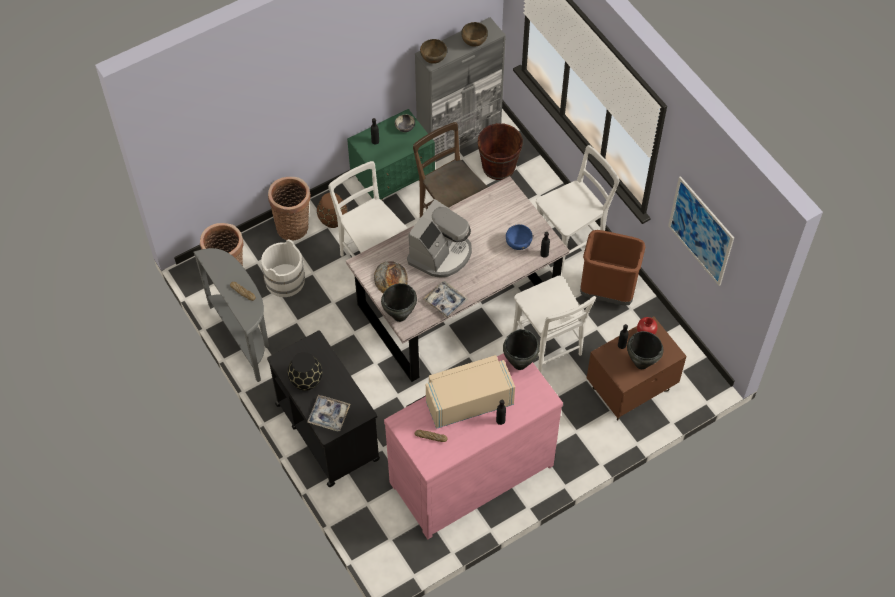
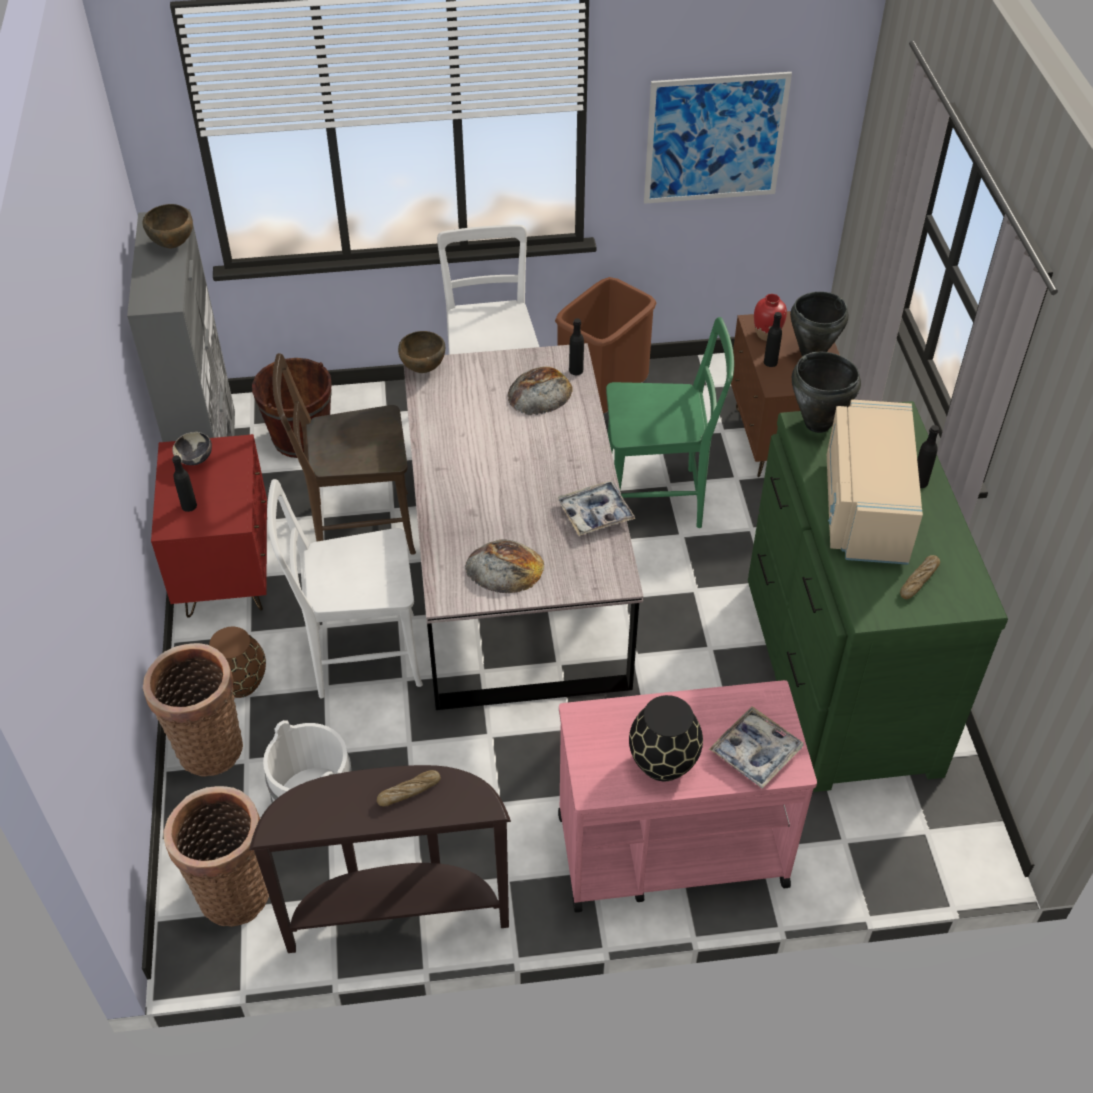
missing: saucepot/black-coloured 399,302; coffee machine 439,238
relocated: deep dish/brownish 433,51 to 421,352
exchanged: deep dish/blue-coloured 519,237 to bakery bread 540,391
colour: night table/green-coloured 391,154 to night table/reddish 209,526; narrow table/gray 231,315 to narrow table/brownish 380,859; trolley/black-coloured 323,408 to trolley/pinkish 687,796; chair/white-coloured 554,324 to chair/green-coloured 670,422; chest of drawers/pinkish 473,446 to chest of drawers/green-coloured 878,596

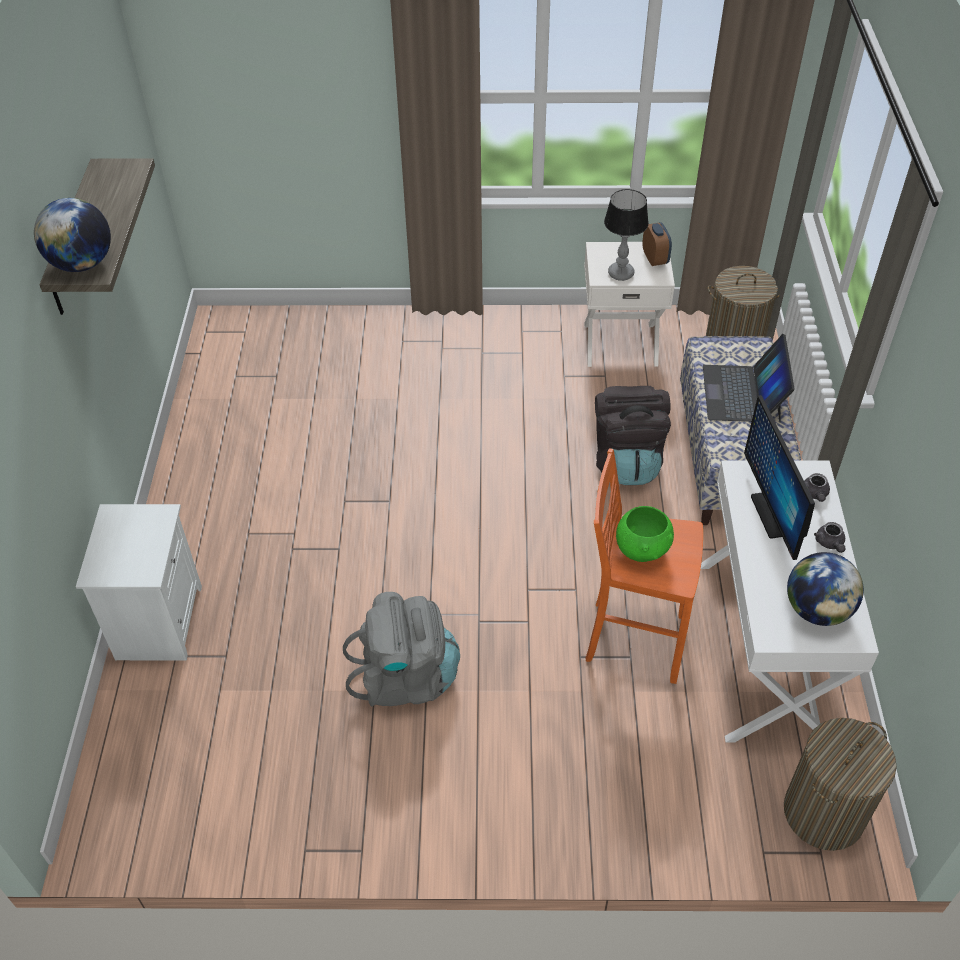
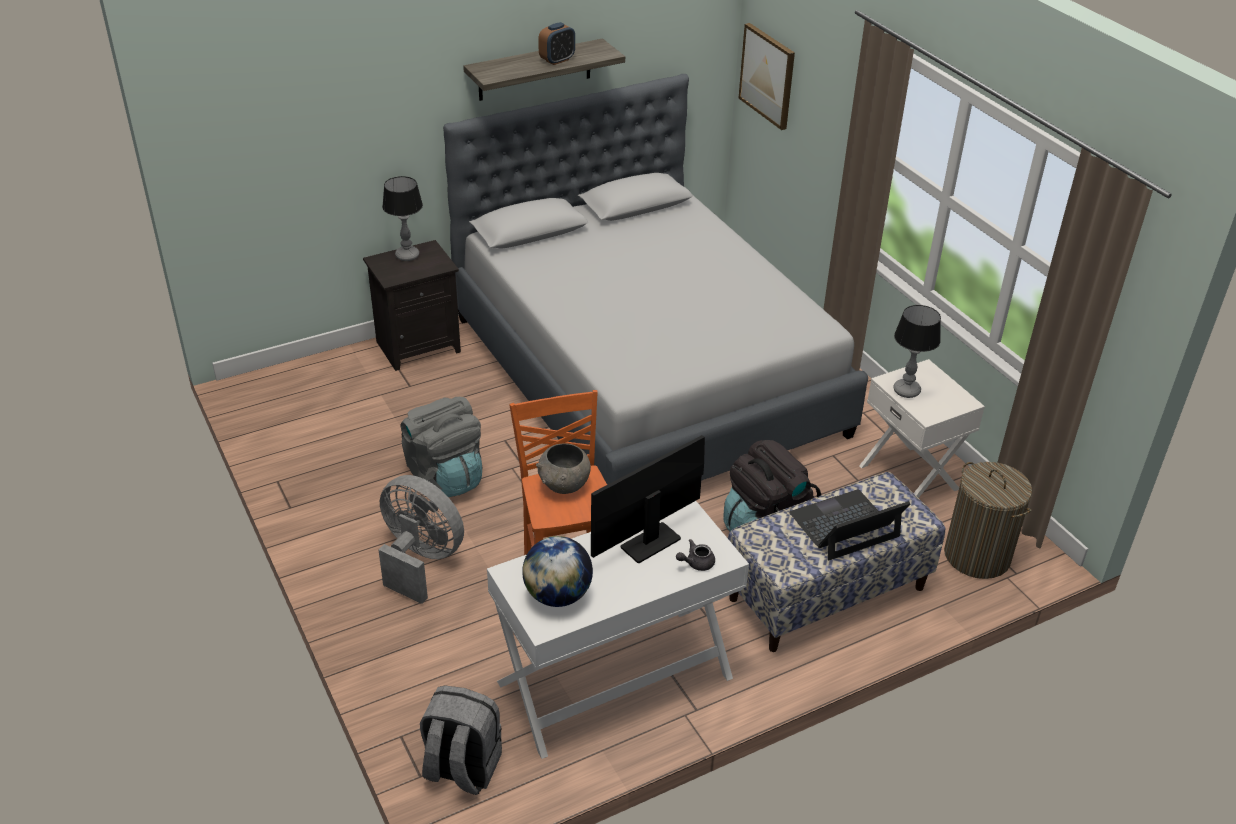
missing: globe 72,235; teapot/gray 830,537
appeared: electric fan/gray 421,539; lamp for a table 402,218; bed/gray 655,279; wall picture 767,76
relocated: bedside clock 657,244 to 556,43
exchanged: hamper 840,784 to backpack/gray 461,740
colour: night table/white-coloured 139,582 to night table/black-coloured 412,305; deep dish/green-coloured 645,534 to deep dish/gray 563,468

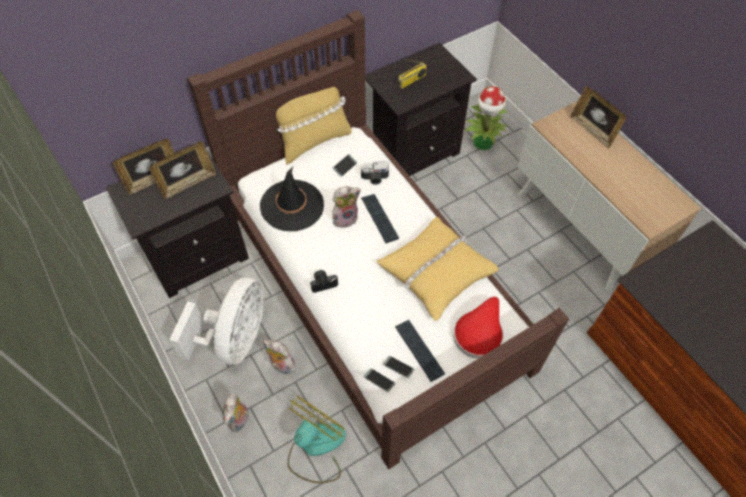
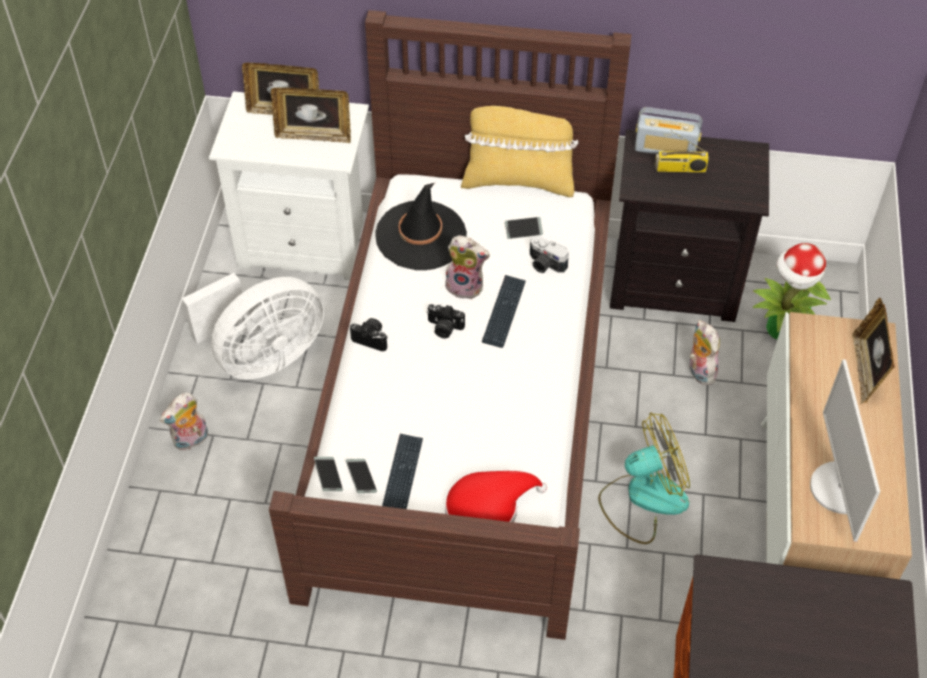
missing: pillow/yellow 438,269
appeared: still camera 446,321; radio 668,130; computer screen 845,450
relocated: electric fan 317,439 to 644,478; cuddly toy 279,356 to 704,352
colour: night table/black-coloured 177,223 to night table/white-coloured 289,185

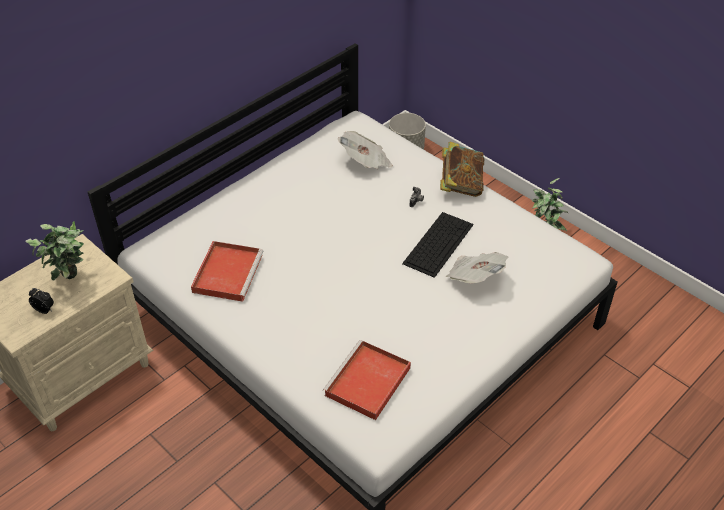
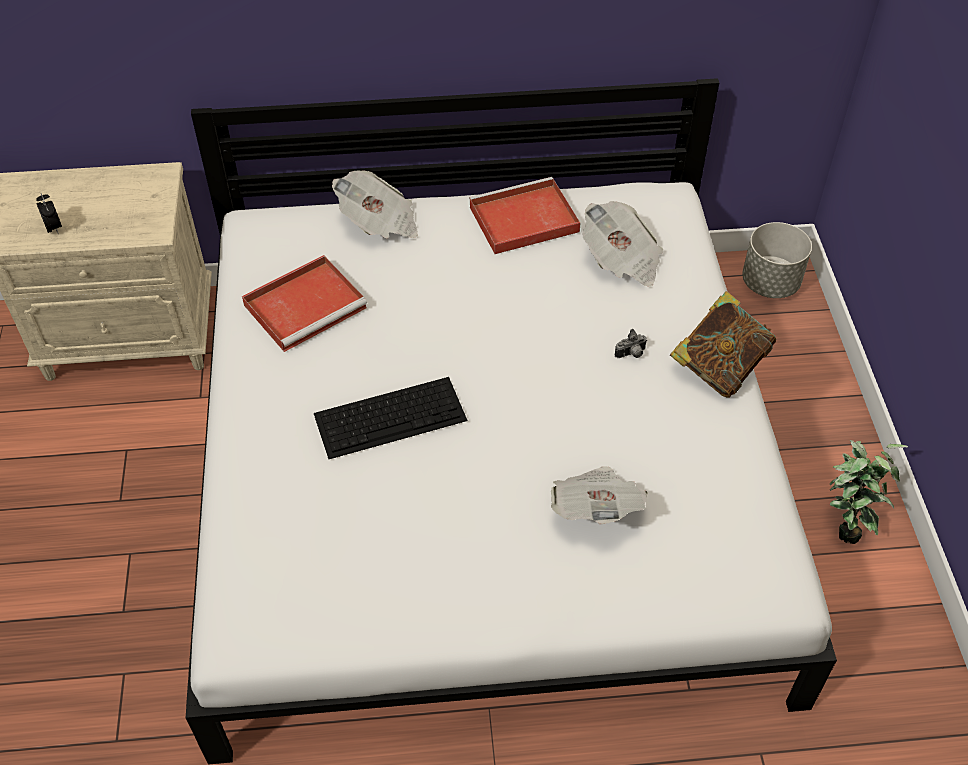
missing: houseplant 55,250
appeared: newspaper 375,204
relocated: computer keyboard 438,245 to 390,418; serving tray/reddish 367,380 to 524,215

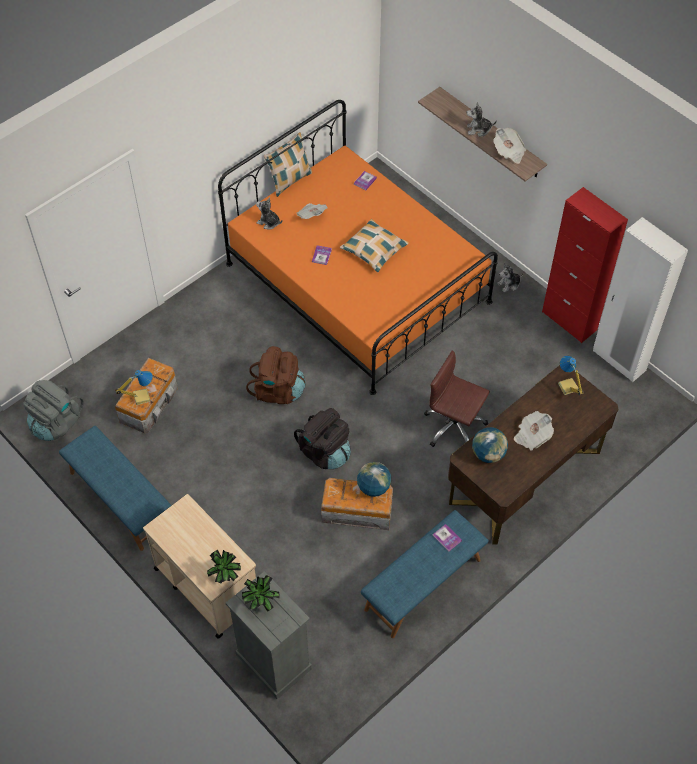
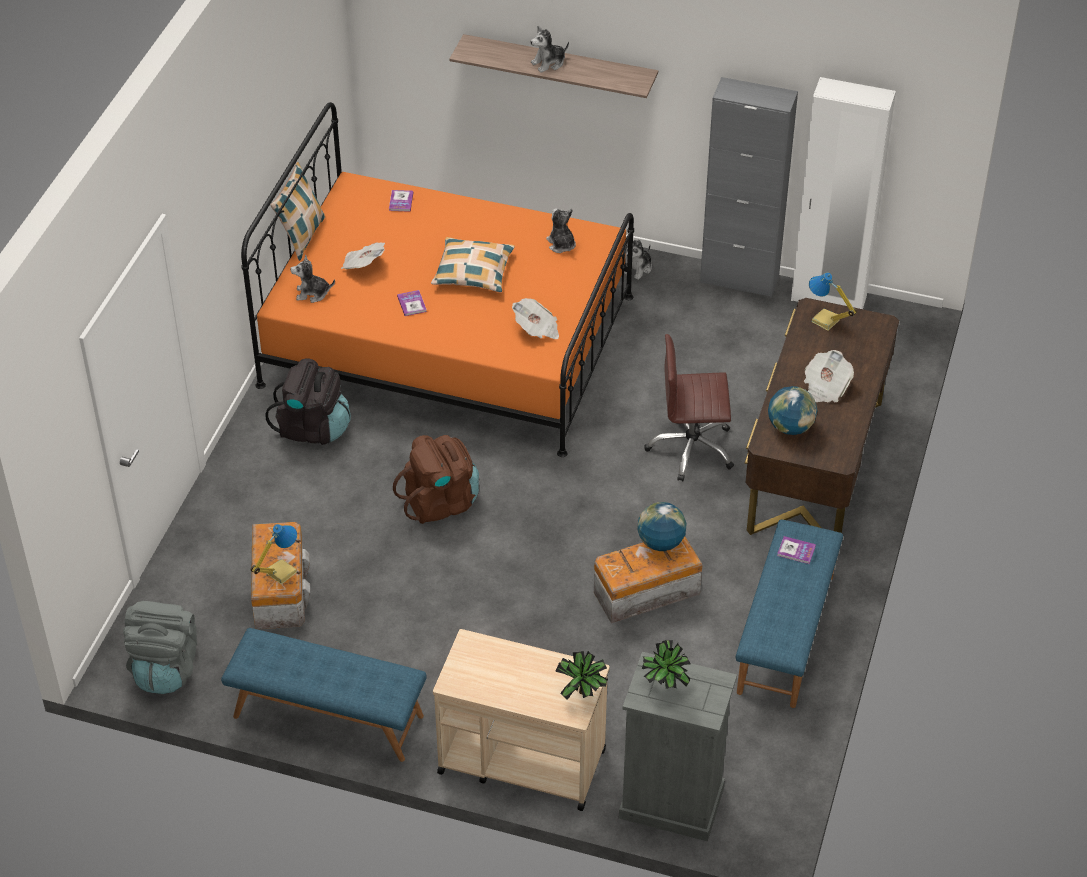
appeared: cuddly toy 561,230
relocated: backpack/black-coloured 322,438 to 308,401; newspaper 510,146 to 535,318
colour: cabinet/reddish 585,265 to cabinet/gray 749,187

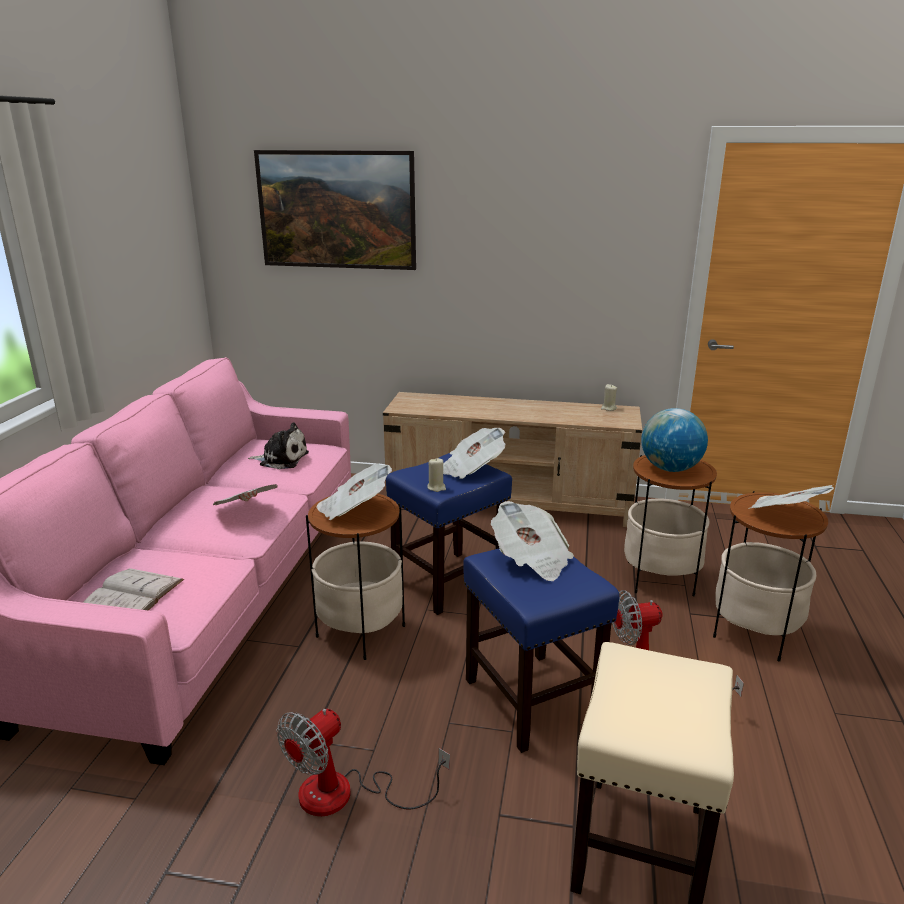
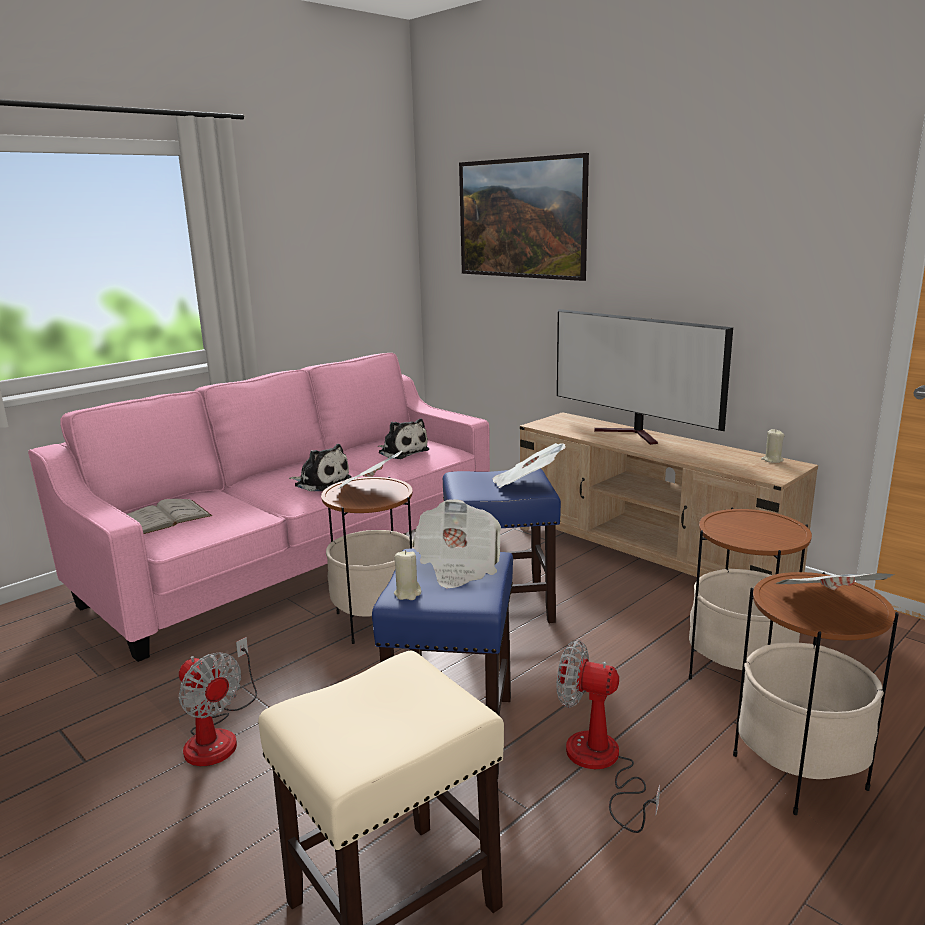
missing: globe 674,440
appeared: TV set 645,377
relocated: wax light/sand-coloured 436,475 to 407,575
exchanged: newspaper 245,494 to cuddly toy 320,467
spun: electric fan 363,762 = 218,701 120 degrees counterclockwise

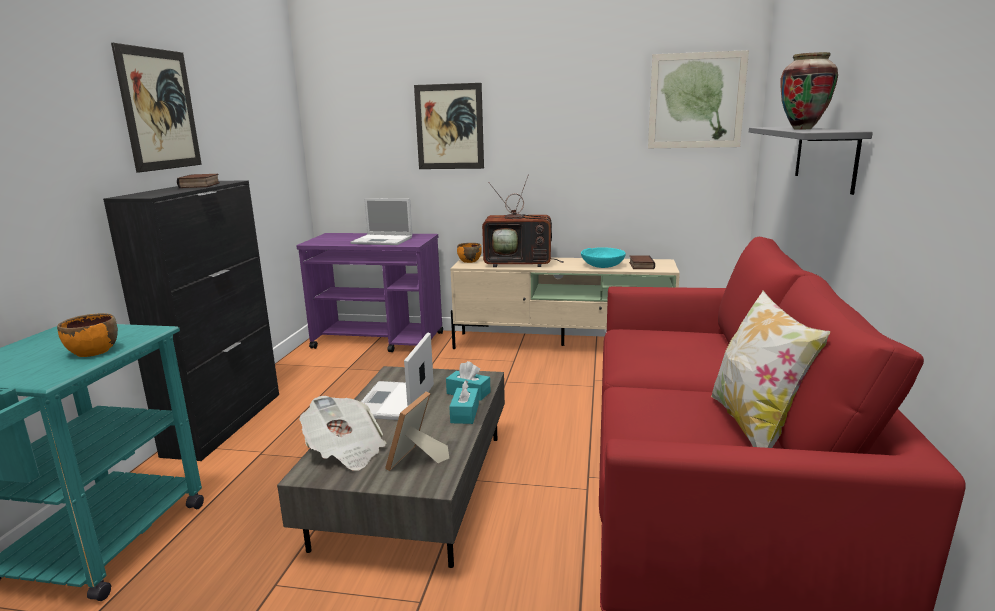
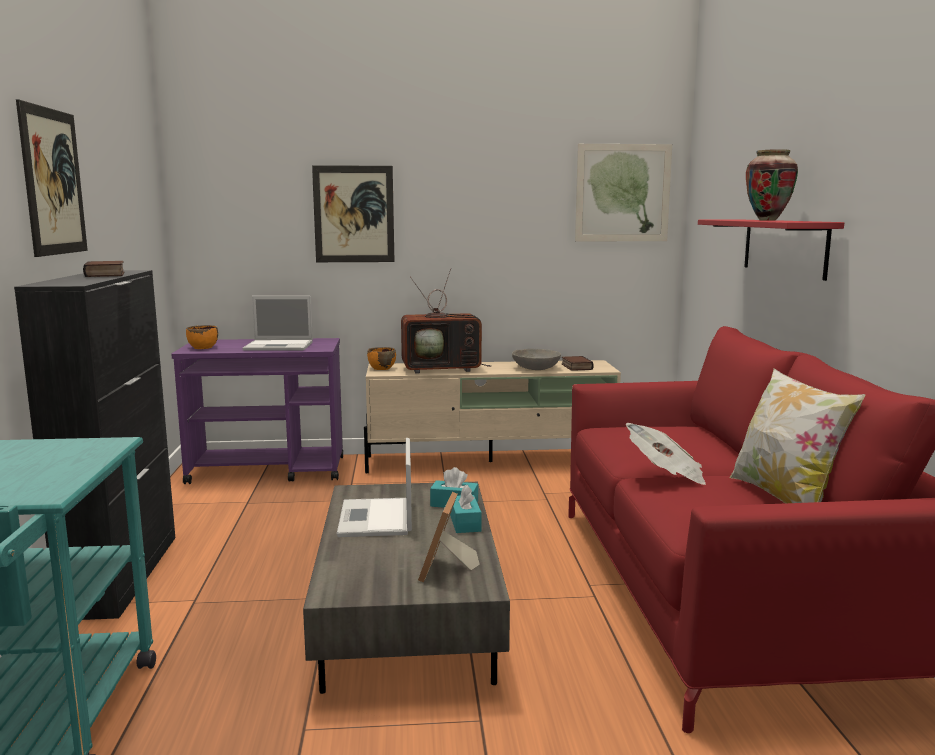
relocated: deep dish/orange-coloured 87,335 to 202,337; newspaper 343,433 to 666,454
colour: deep dish/blue-green 603,257 to deep dish/gray 536,359; wall shelf/gray 811,161 to wall shelf/reddish 771,250

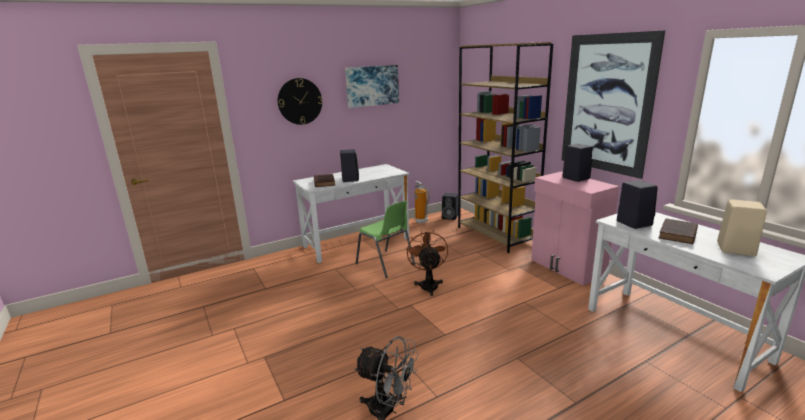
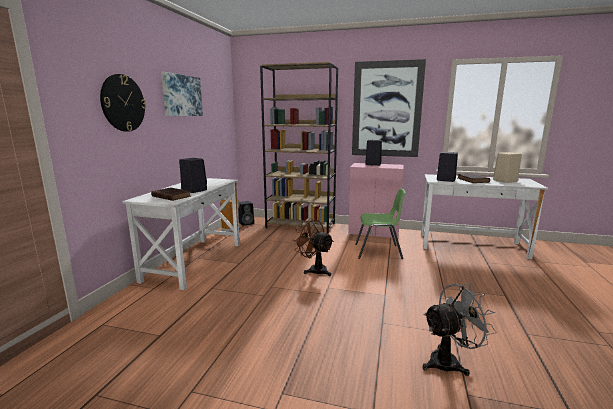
relocated: chair/green-coloured 385,239 to 380,224

